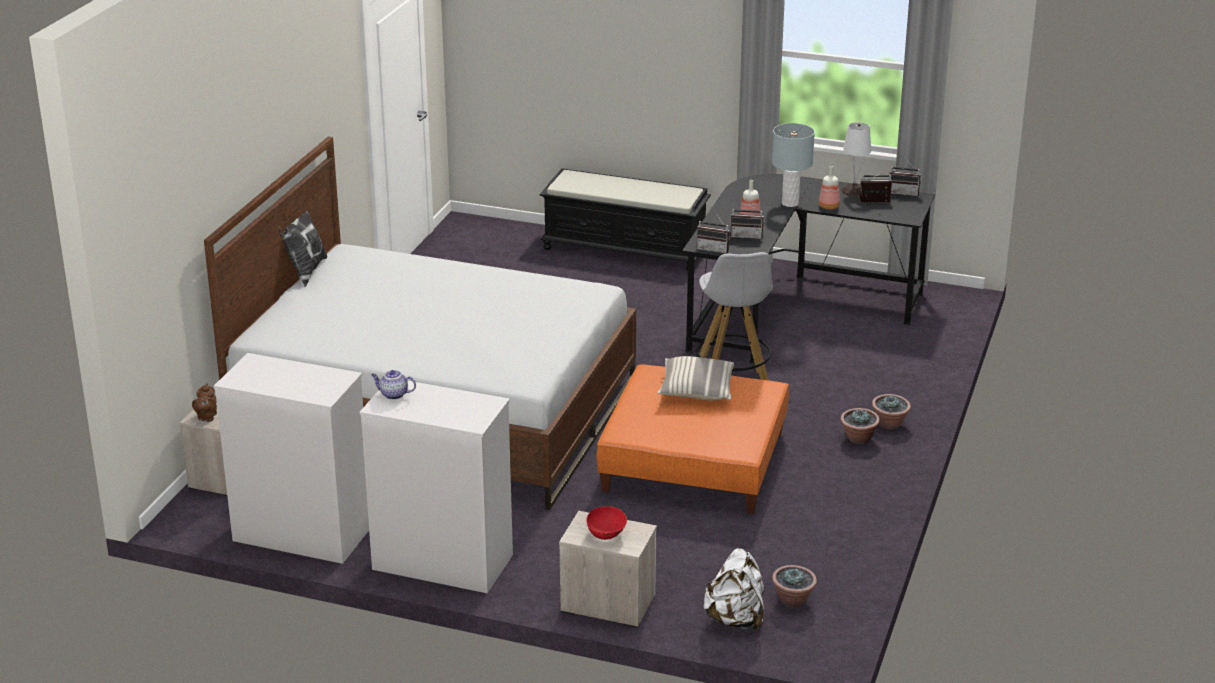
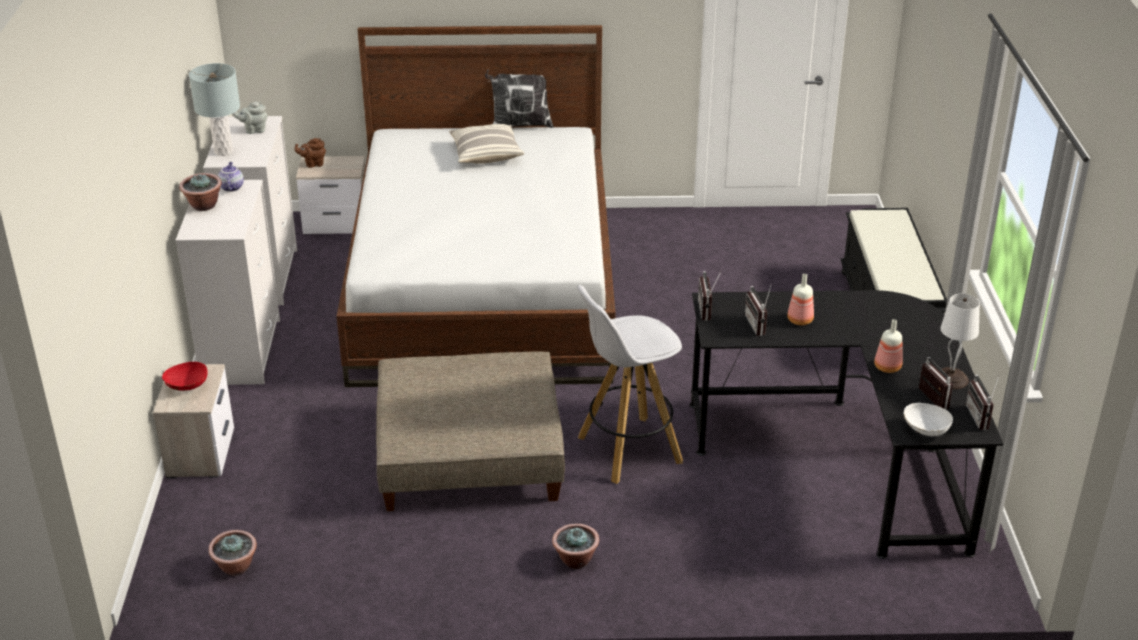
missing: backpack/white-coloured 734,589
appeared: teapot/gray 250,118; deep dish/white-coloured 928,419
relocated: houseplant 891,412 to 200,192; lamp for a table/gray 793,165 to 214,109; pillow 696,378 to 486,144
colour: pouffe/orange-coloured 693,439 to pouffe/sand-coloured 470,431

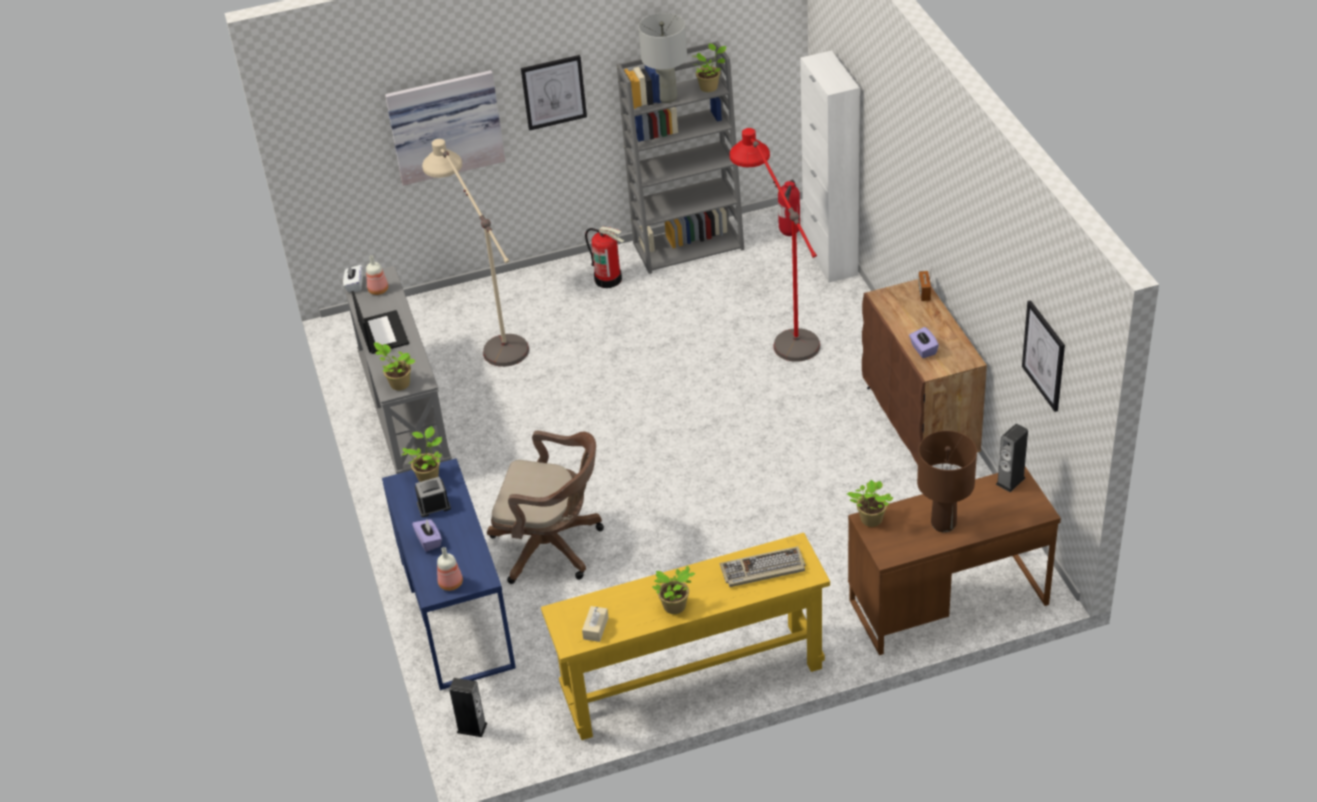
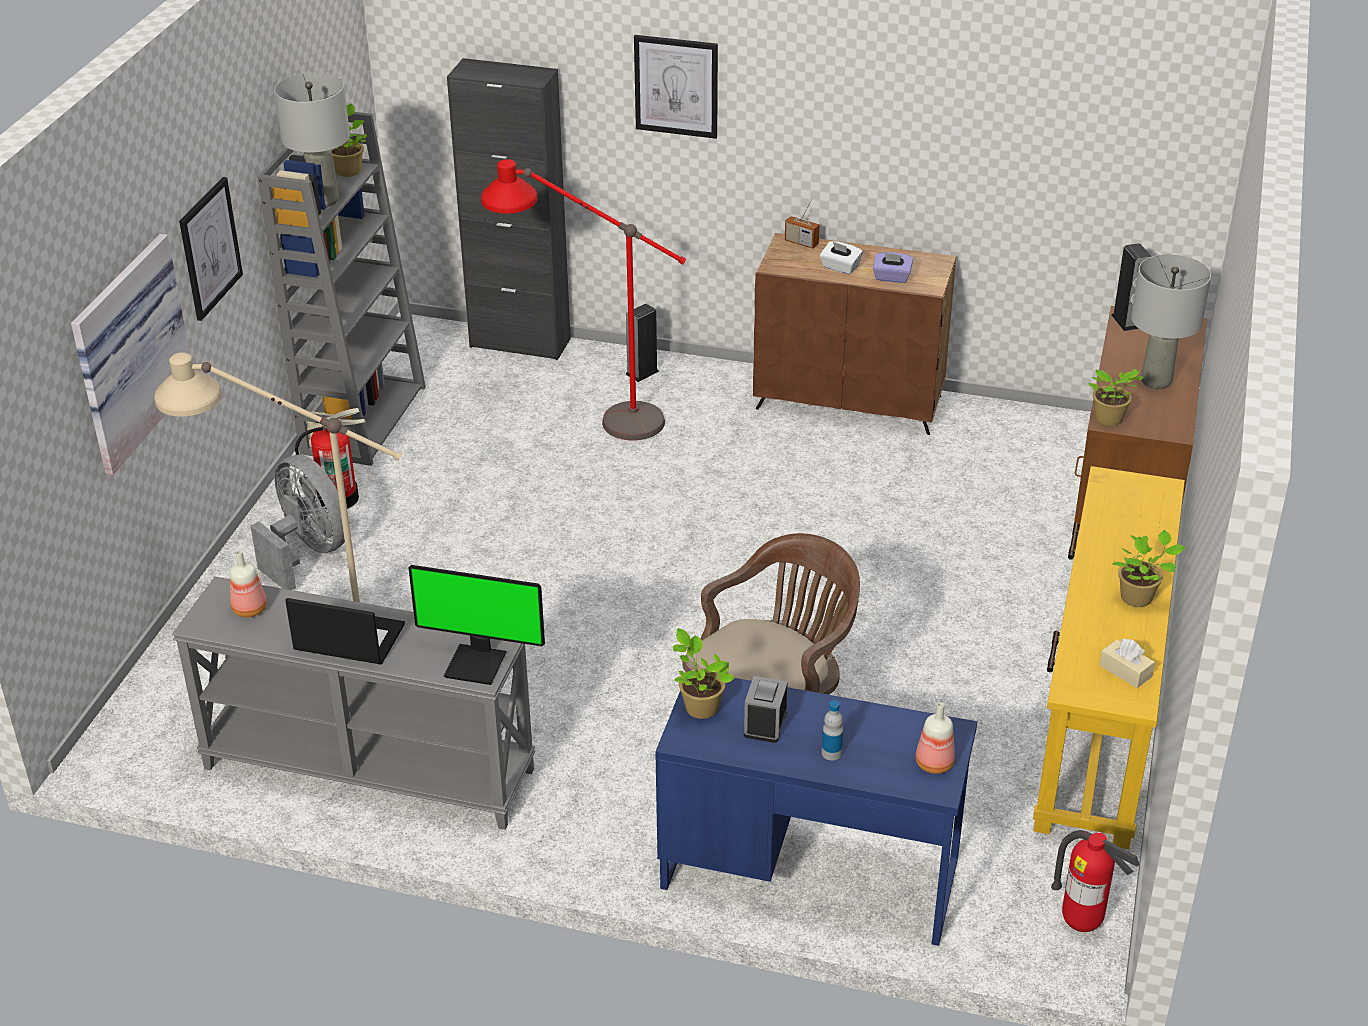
missing: computer keyboard 763,566
appeared: electric fan/gray 297,522
relocated: audio speaker 468,707 to 642,343; wall picture 1043,356 to 676,87; tissue holder/white-coloured 353,278 to 841,258; fire-fighting cylinder 789,207 to 1095,881
exchanged: houseplant 395,366 to computer screen 477,625; tissue holder/purplish 427,535 to drink bottle 832,730
colour: cabinet/white-coloured 830,166 to cabinet/black-coloured 509,209; lamp for a table/brownish 947,482 to lamp for a table/gray 1171,321

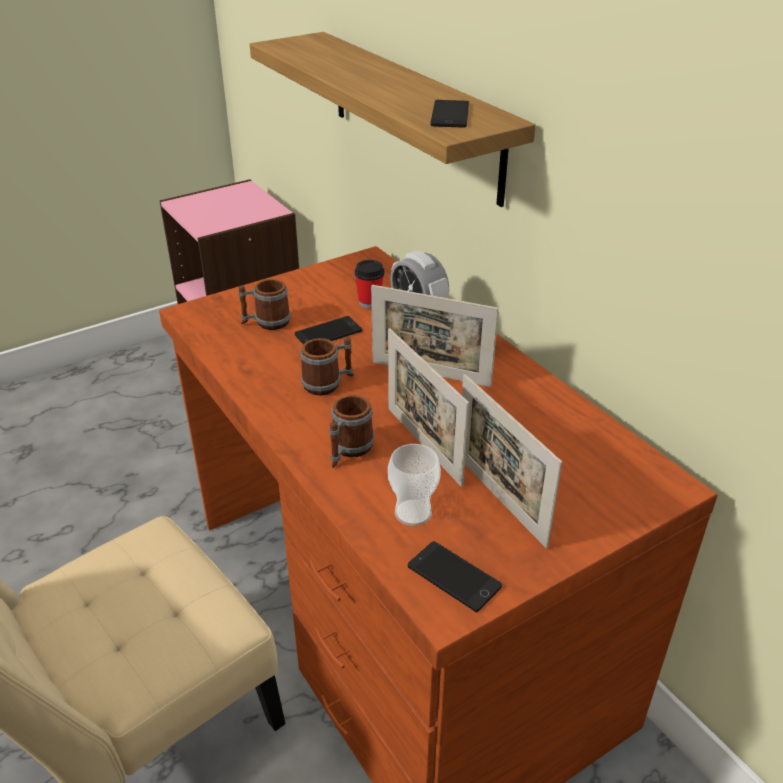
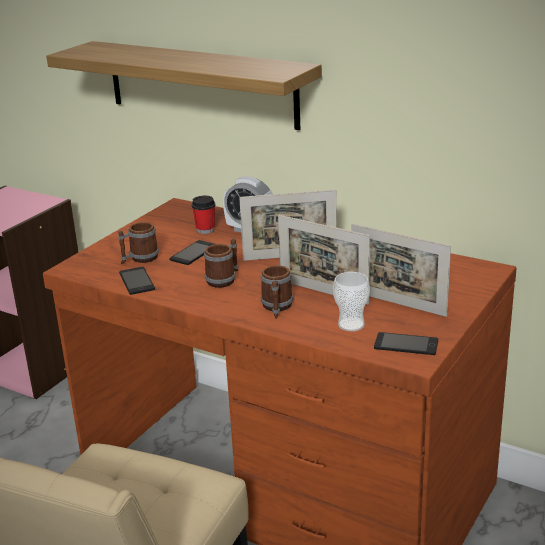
relocated: handset 449,114 to 137,281

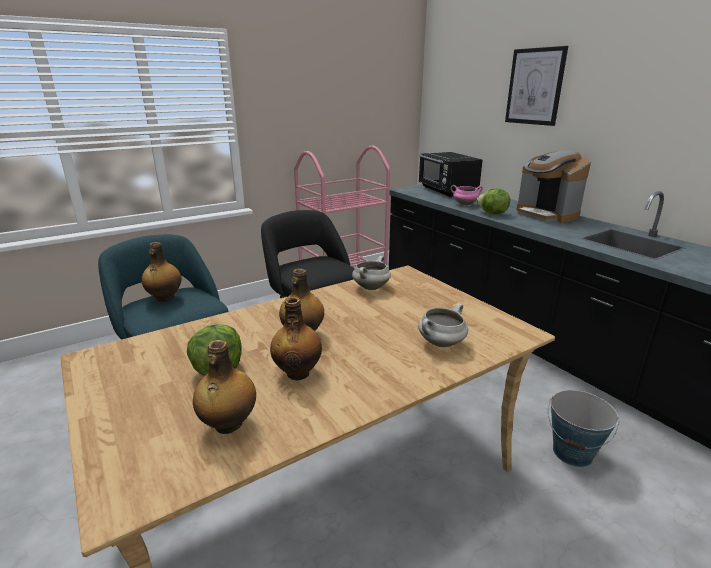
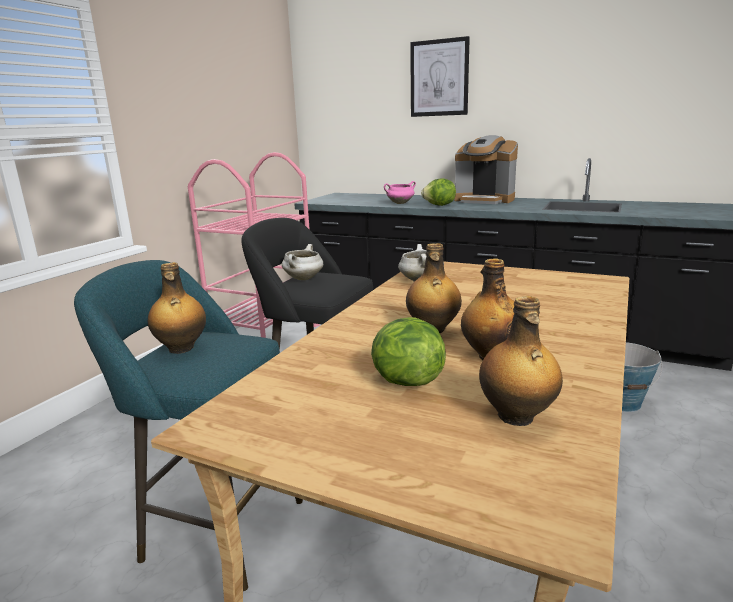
missing: microwave/black-coloured 451,175
relocated: saucepot/white-coloured 443,325 to 302,262

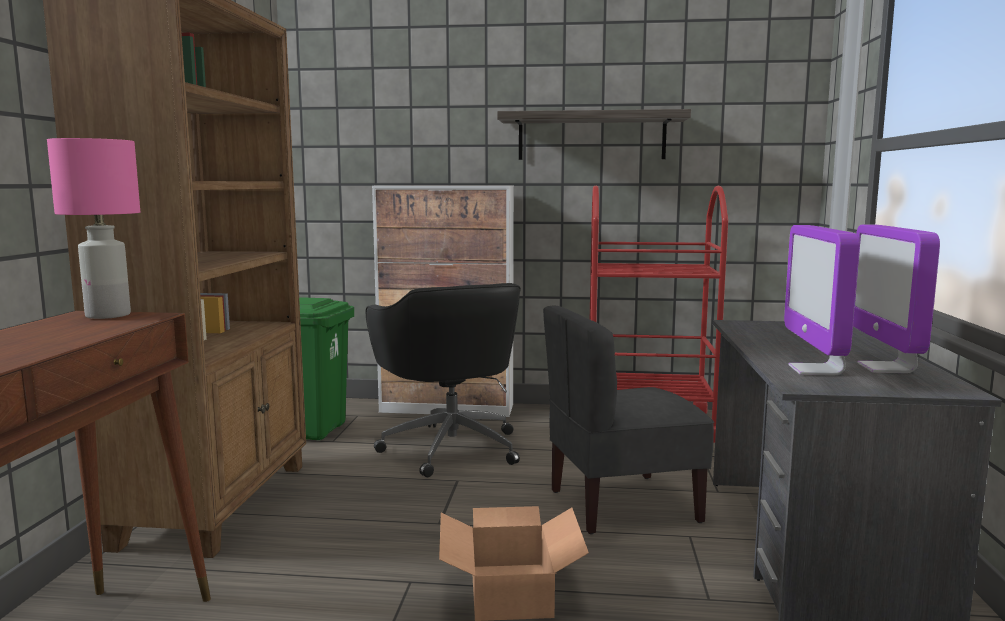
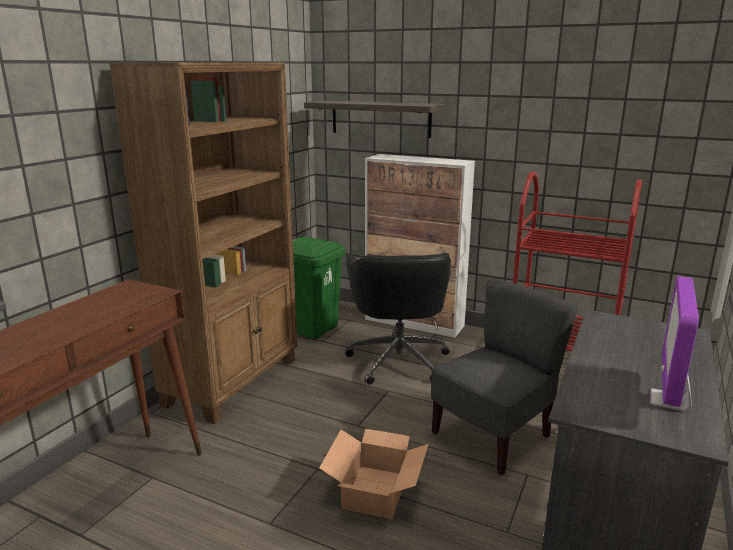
missing: lamp for a table/pinkish 93,228; computer screen 822,300
relocated: wall shelf 594,134 to 374,119
spun: chair/gray 628,420 = 504,377 135 degrees clockwise

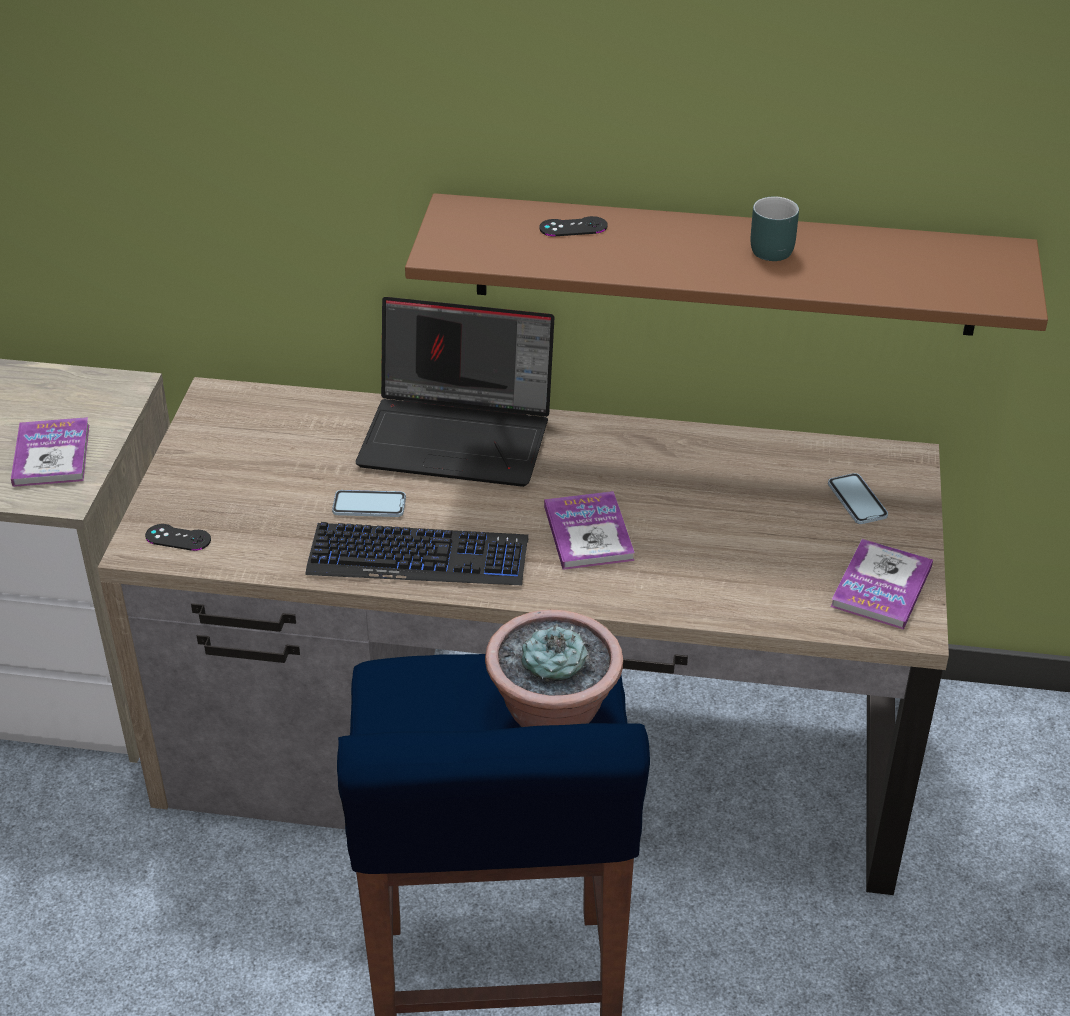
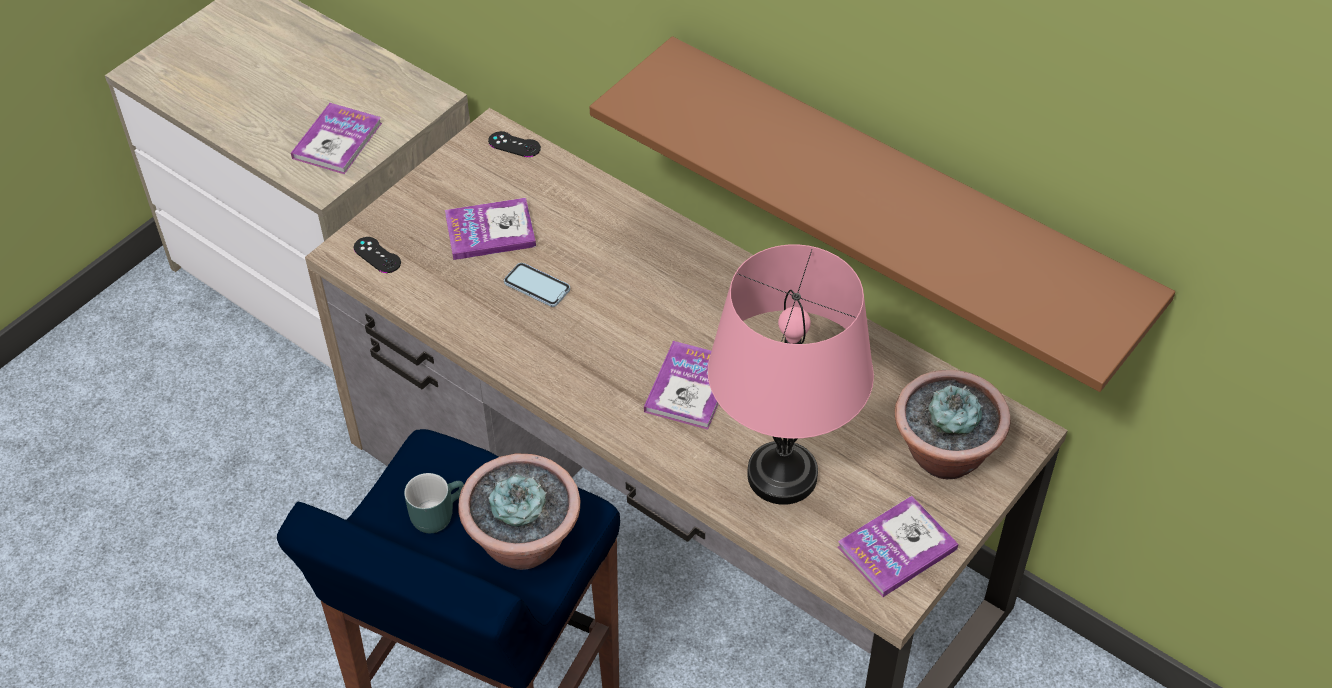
missing: computer keyboard 416,553; laptop 455,392
appeared: bound book 490,229; lamp for a table/pinkish 791,374
relocated: coffee mug/blue-green 775,228 to 434,503; game controller/black-coloured 573,226 to 514,144
exchanged: handset 858,498 to houseplant 953,424

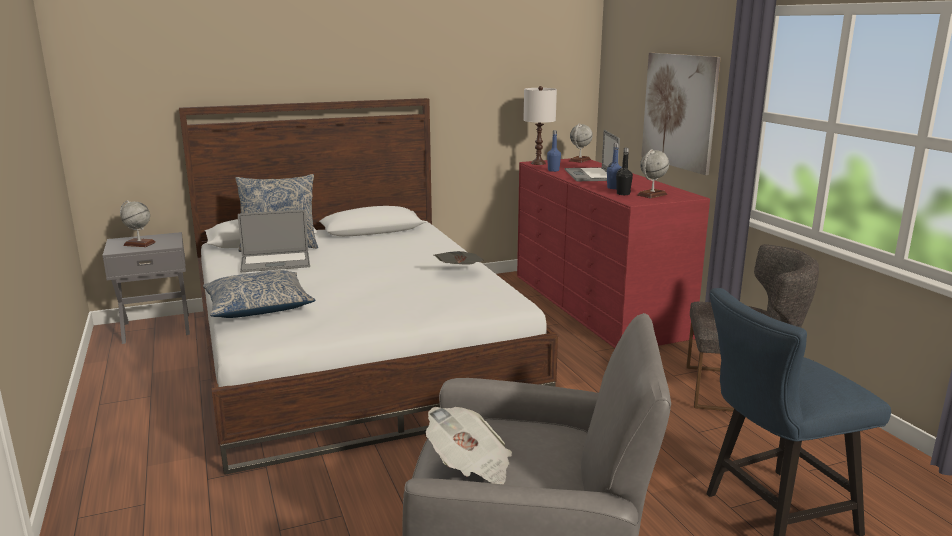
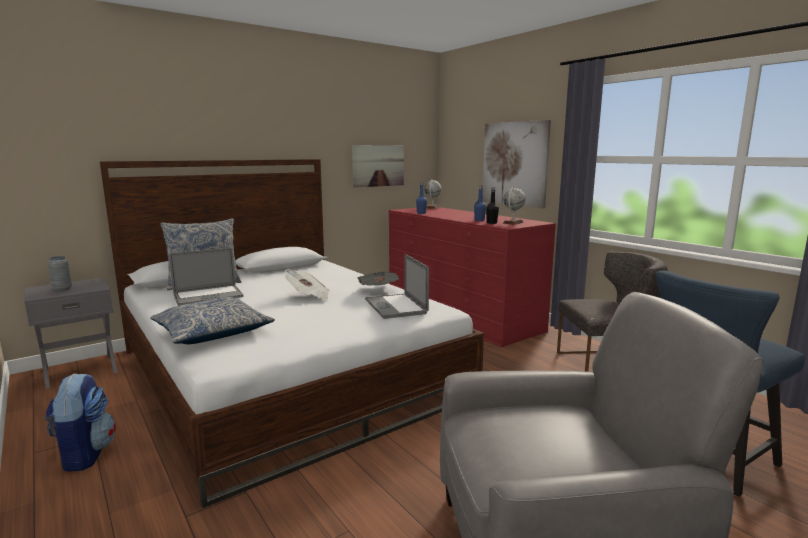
missing: lamp for a table/white-coloured 540,125
appeared: backpack 80,422; wall picture 378,166
relocated: newspaper 469,446 to 307,284; laptop 592,155 to 397,286
exchanged: globe 138,223 to decorative vase/gray 60,273

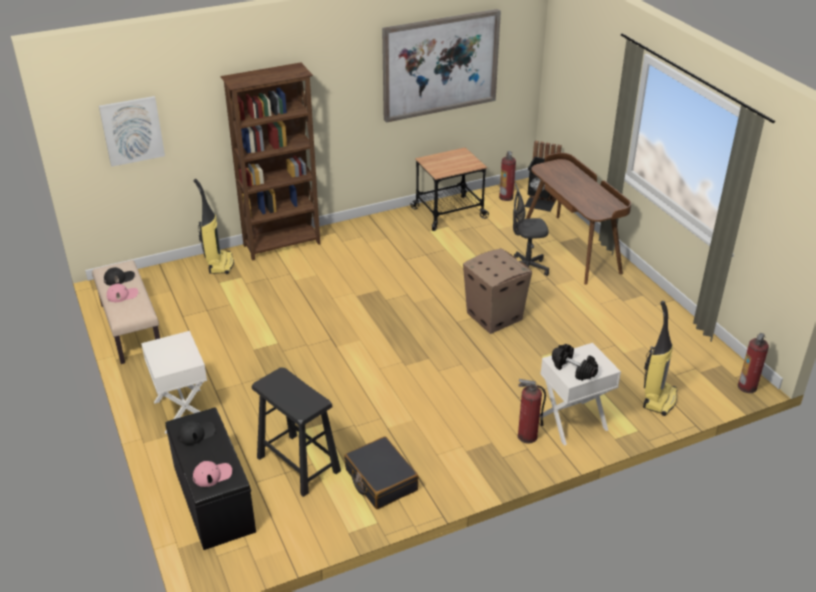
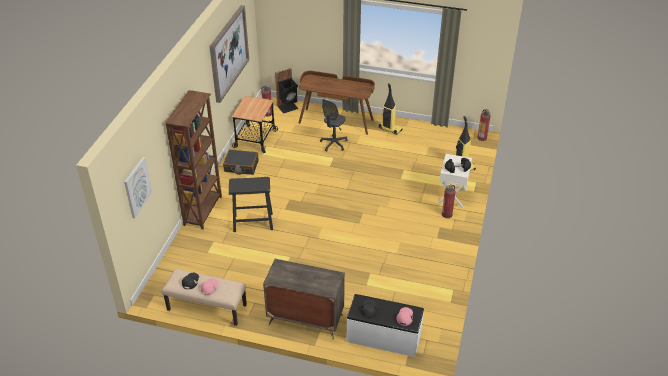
missing: carton 497,291
relocated: piece of luggage/black-coloured 381,472 to 241,162; stool/black-coloured 296,432 to 251,204; vacuum 214,226 to 390,109
exchanged: night table/white-coloured 174,382 to chest of drawers 304,299
colour: bench/black-coloured 211,478 to bench/white-coloured 385,325

